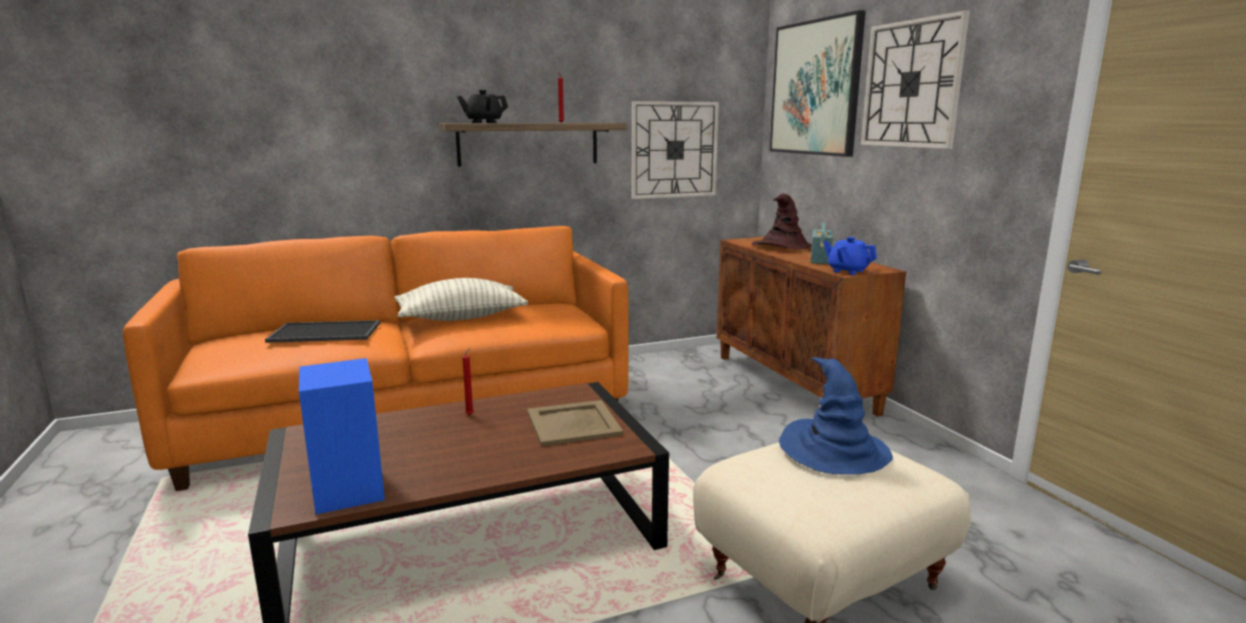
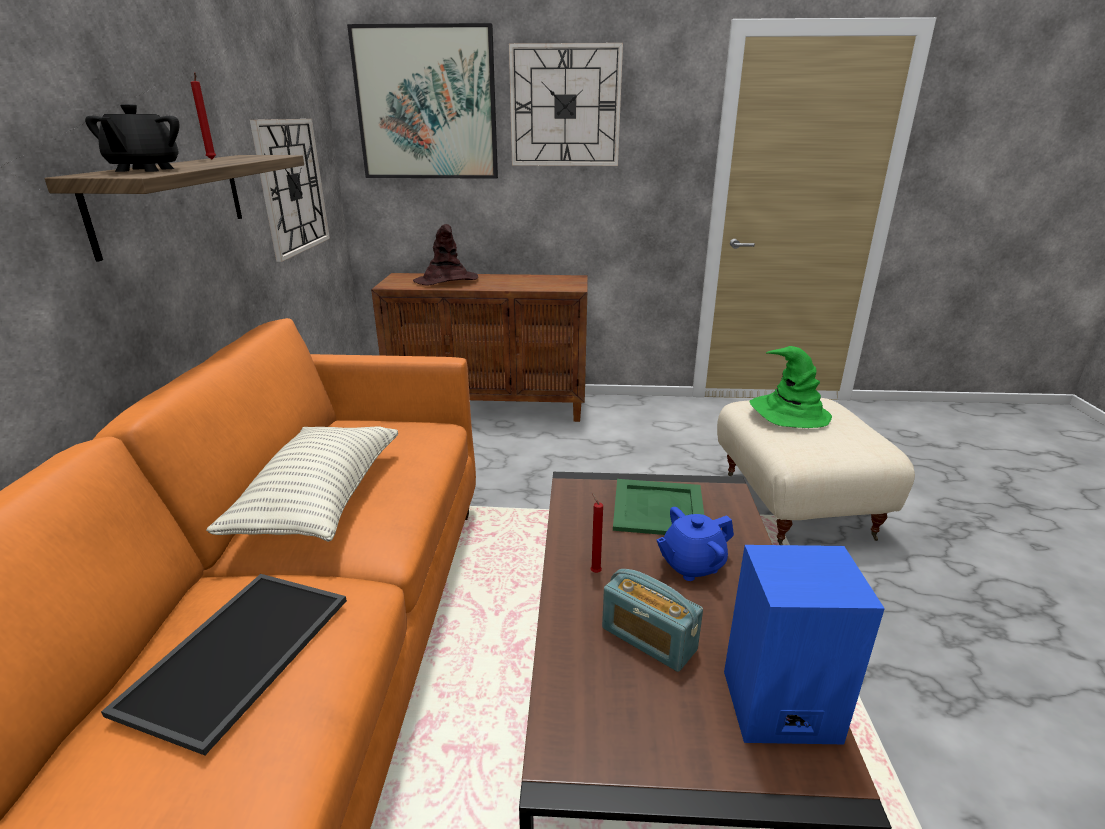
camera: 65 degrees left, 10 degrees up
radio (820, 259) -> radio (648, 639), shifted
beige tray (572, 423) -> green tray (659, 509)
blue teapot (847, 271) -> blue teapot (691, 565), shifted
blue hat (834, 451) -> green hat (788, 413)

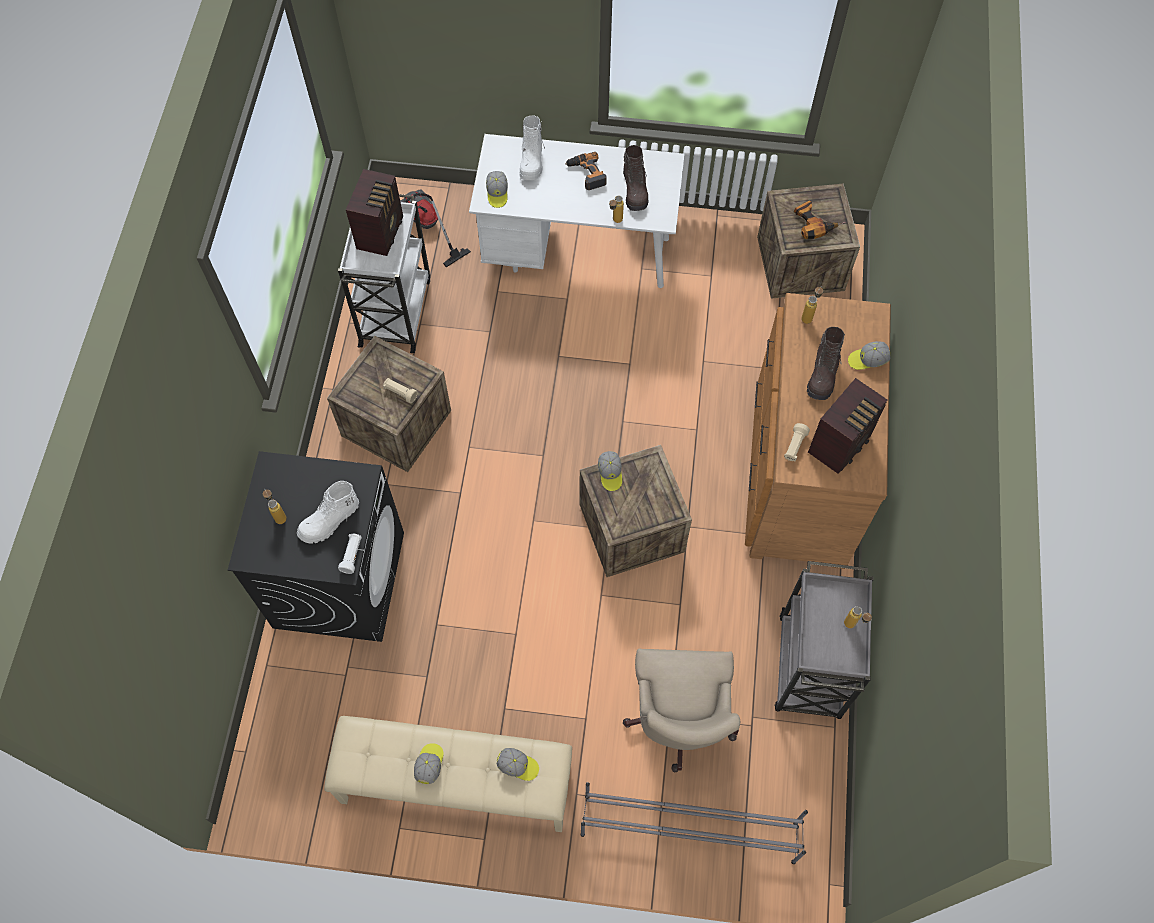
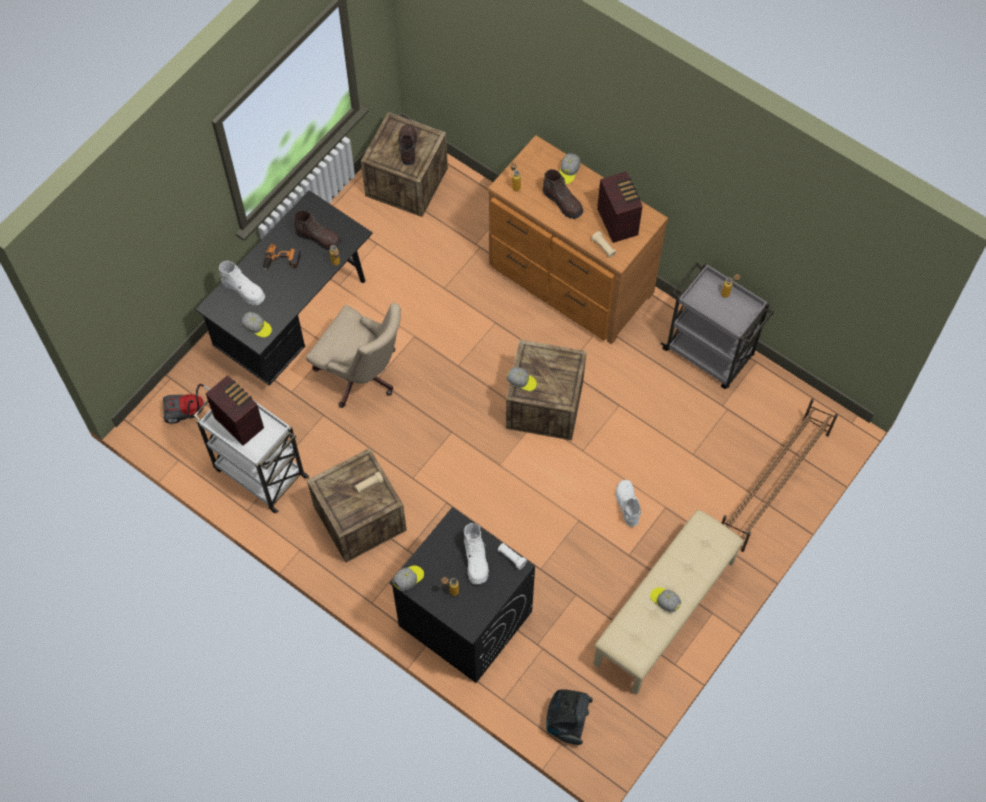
camera: 60 degrees left, 0 degrees up
white desk (578, 252) -> black desk (295, 319)
beige office chair (679, 722) -> beige office chair (362, 375), shifted
cap (518, 766) -> cap (408, 579), shifted
power drill (814, 222) -> brown boot (407, 148)
none -> vacuum cleaner (567, 721)
none -> white boot (627, 505)
grey shoe rack (688, 828) -> brown shoe rack (773, 484)

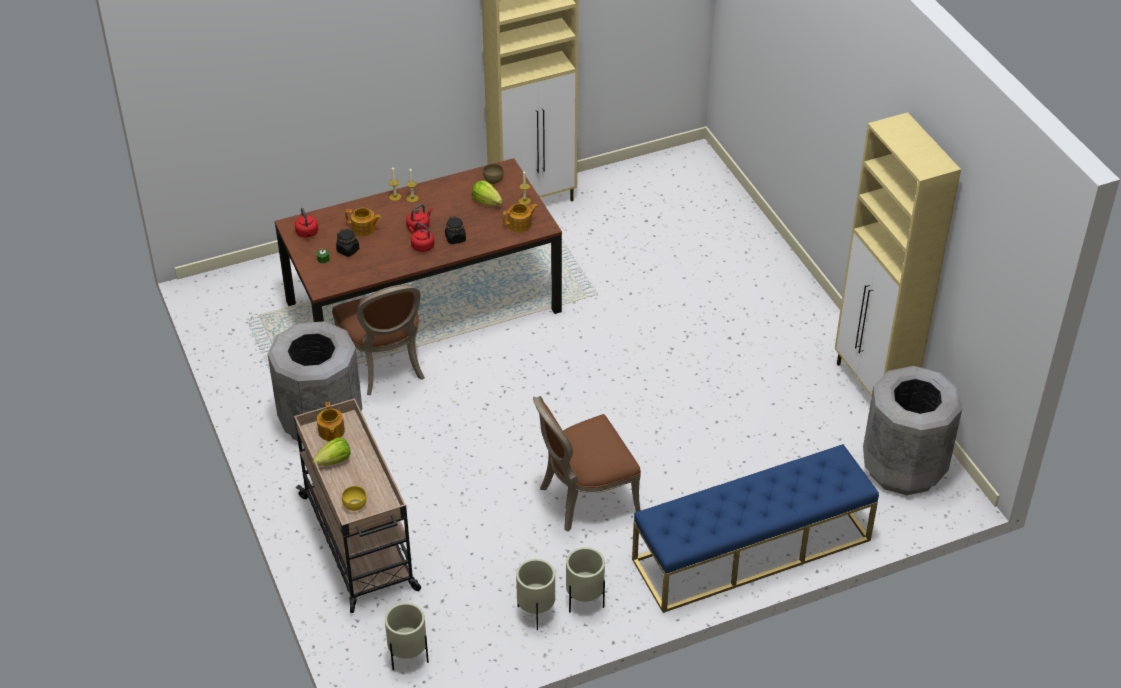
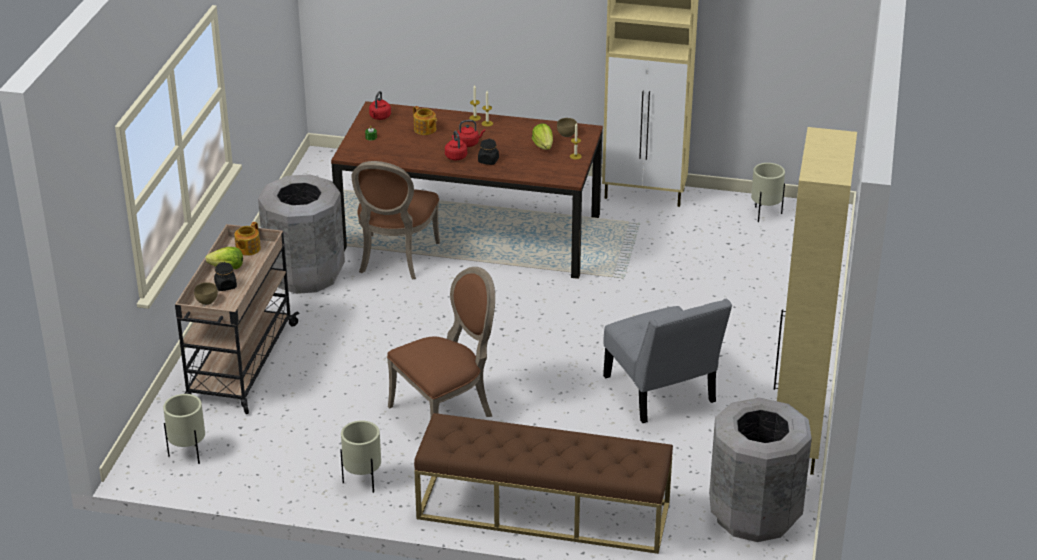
camera: 35 degrees right, 10 degrees down
yellow bowl (354, 505) -> brown bowl (206, 301)
black jar (348, 250) -> black jar (226, 286), shifted
brown chair (584, 498) -> brown chair (446, 412), 135 degrees clockwise
blue bench (751, 550) -> brown bench (543, 511)
none -> grey chair (661, 393)
beige planter (535, 613) -> beige planter (765, 214), shifted
teapot (520, 225) -> none

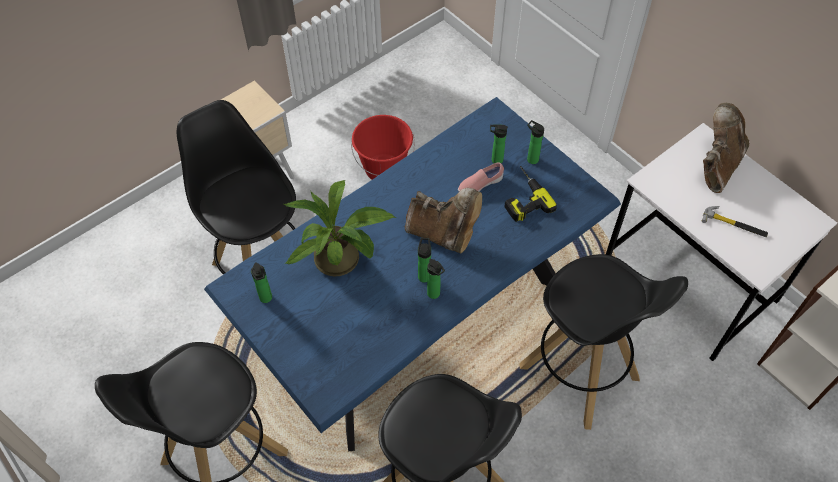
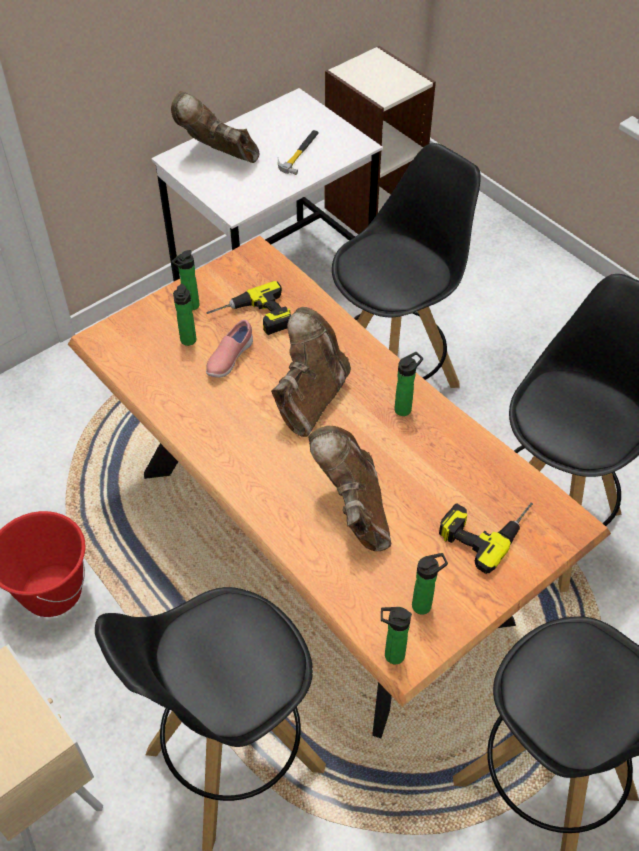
camera: 90 degrees left, 5 degrees down
blue dining table (419, 319) -> brown dining table (319, 546)
pink shoe (479, 185) -> pink shoe (229, 359), 60 degrees clockwise
potted plant (342, 260) -> brown boot (354, 511)
bottle (424, 275) -> bottle (391, 655), shifted
none -> power drill (485, 527)

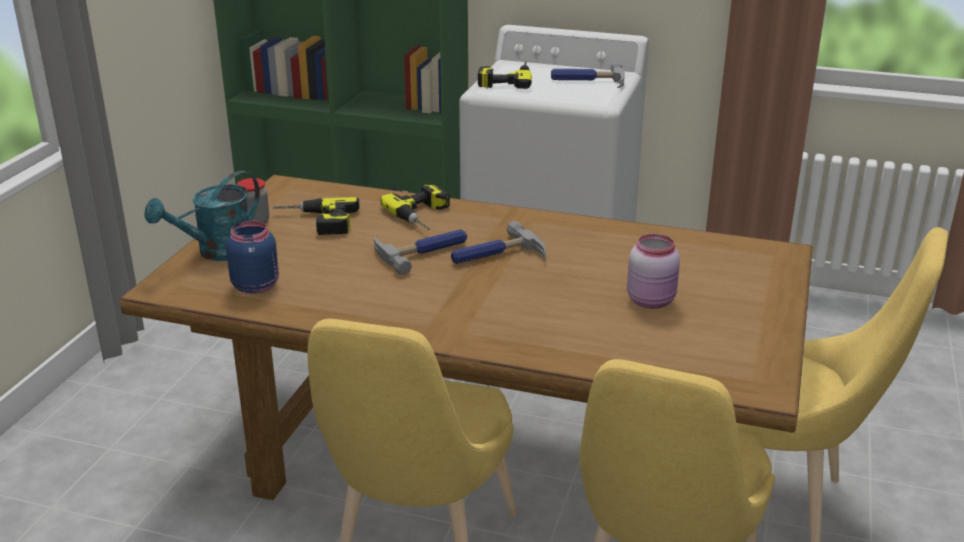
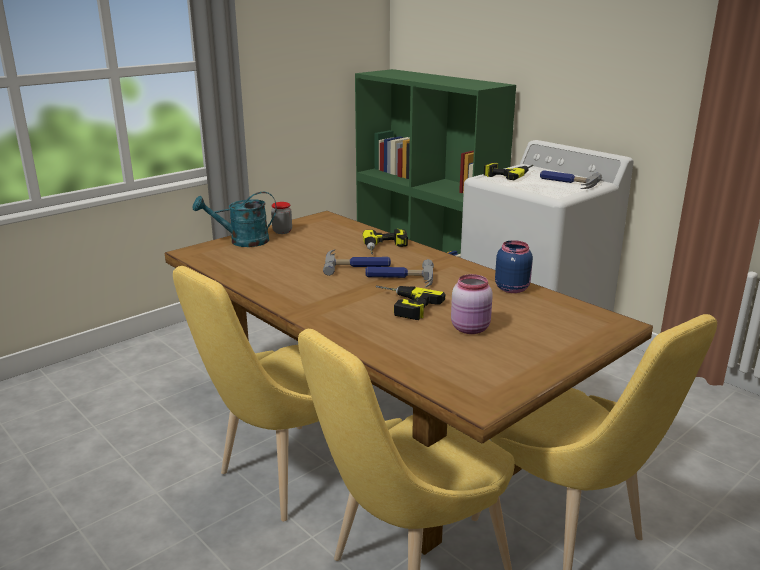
camera: 30 degrees right, 5 degrees down
power drill (315, 222) -> power drill (401, 305), shifted
blue jar (256, 286) -> blue jar (512, 288), shifted

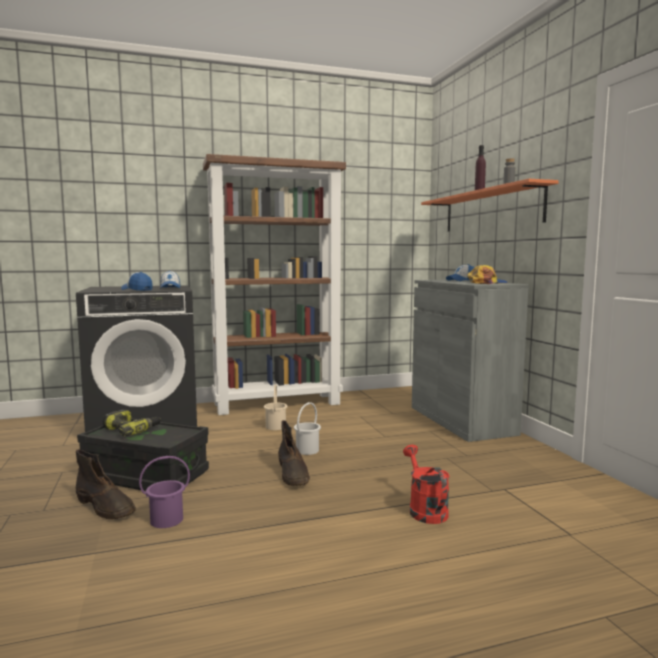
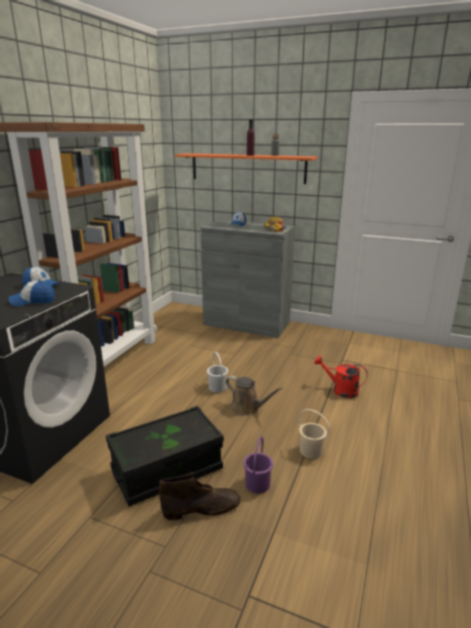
camera: 50 degrees left, 15 degrees up
brown boot (293, 474) -> brown watering can (247, 408)
beige bucket (276, 426) -> beige bucket (311, 450), shifted
power drill (132, 430) -> none

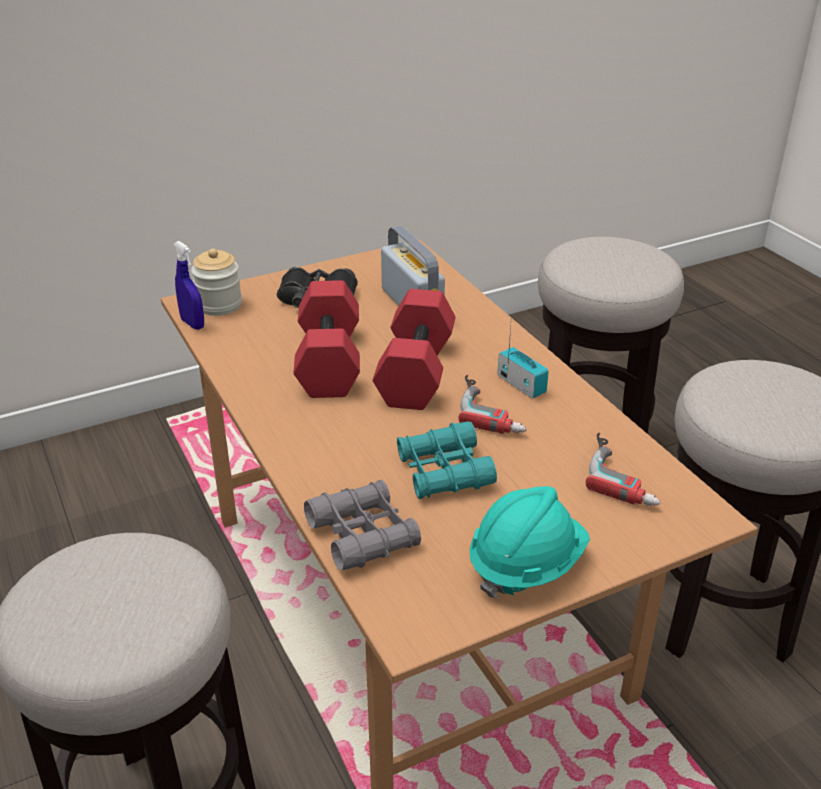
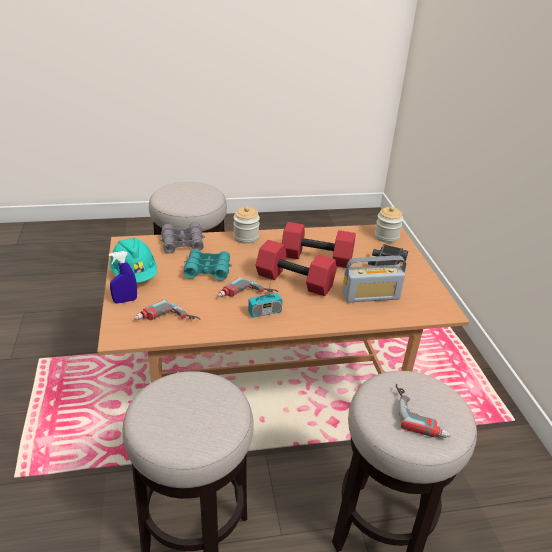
camera: 105 degrees right, 0 degrees up
blue spray bottle (192, 324) -> blue spray bottle (125, 301), shifted
none -> jar (246, 237)
none -> power drill (420, 414)

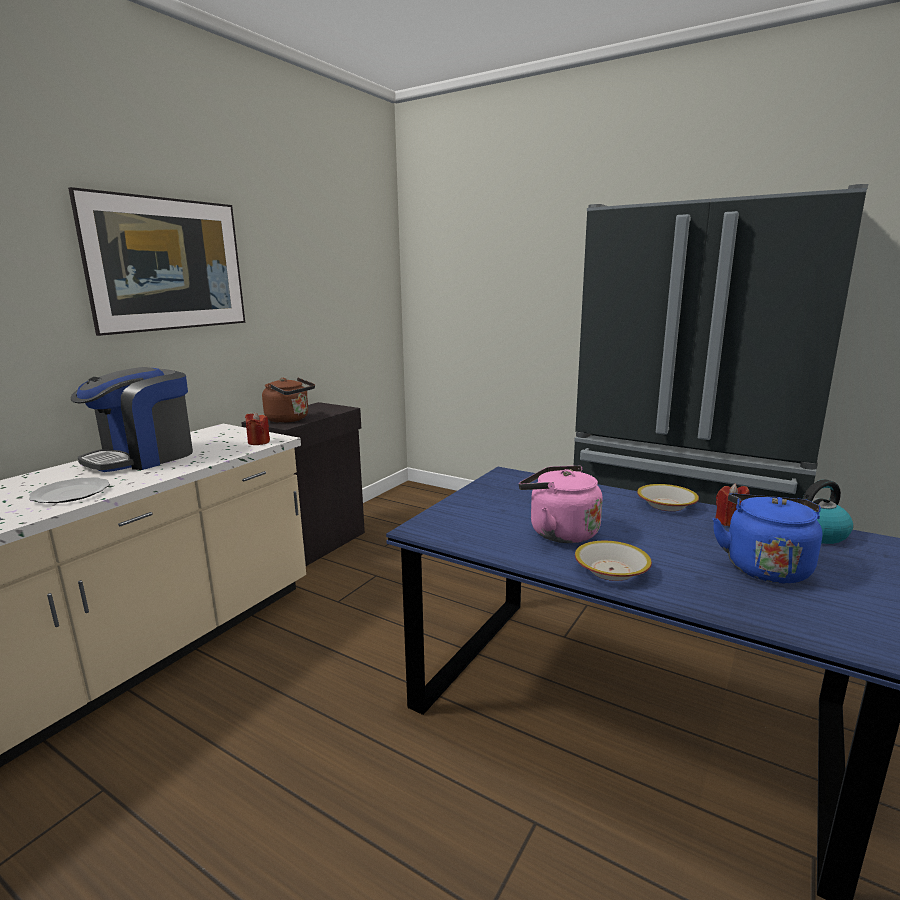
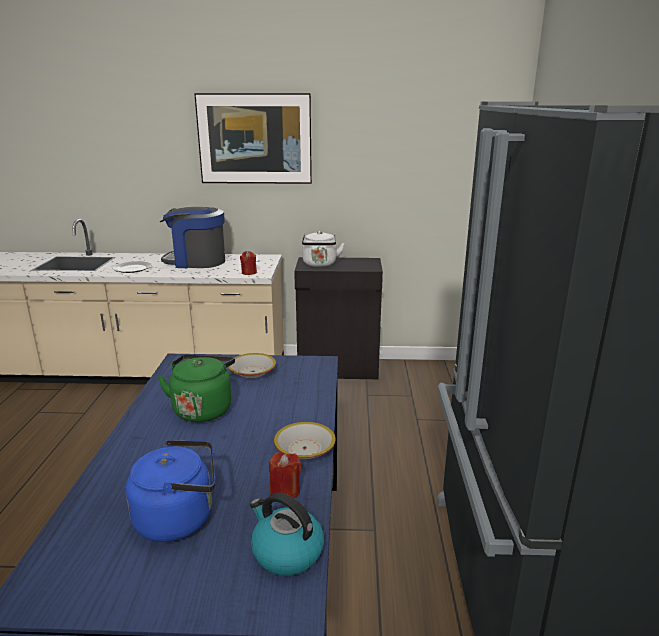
camera: 60 degrees right, 5 degrees up
pink kettle (559, 532) -> green kettle (203, 408)
bowl (611, 570) -> bowl (252, 372), shifted
brown kettle (290, 419) -> white kettle (320, 264)

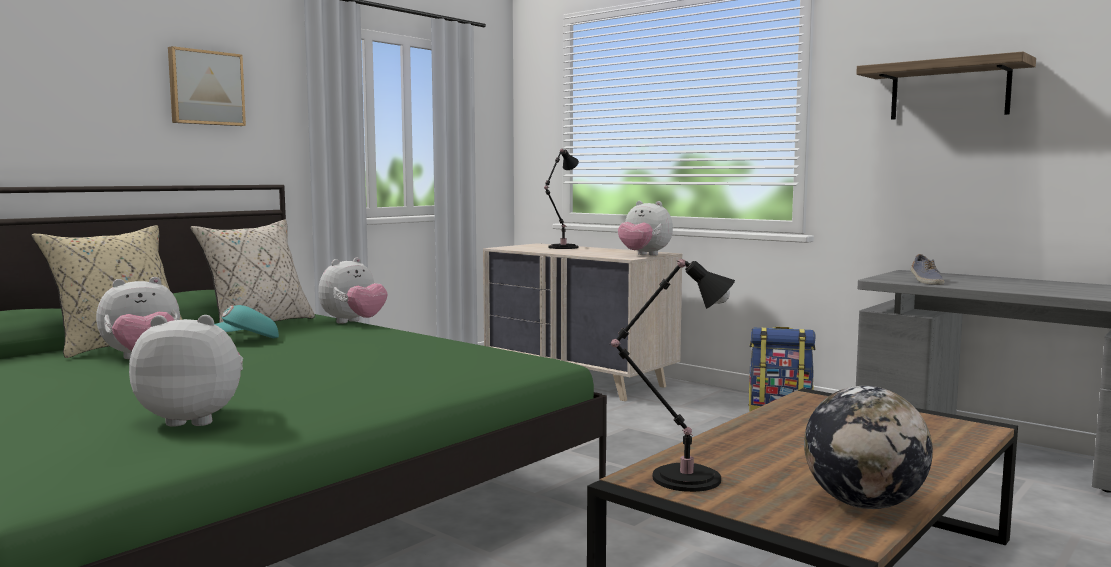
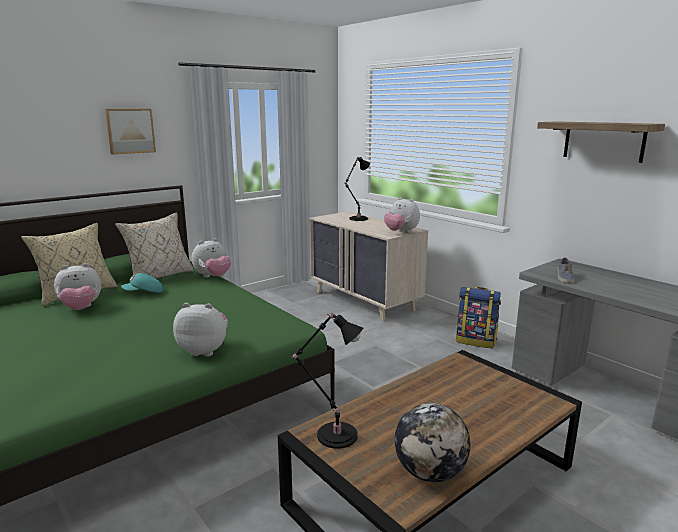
camera: 10 degrees right, 10 degrees up
plush toy (194, 419) -> plush toy (204, 351), shifted

